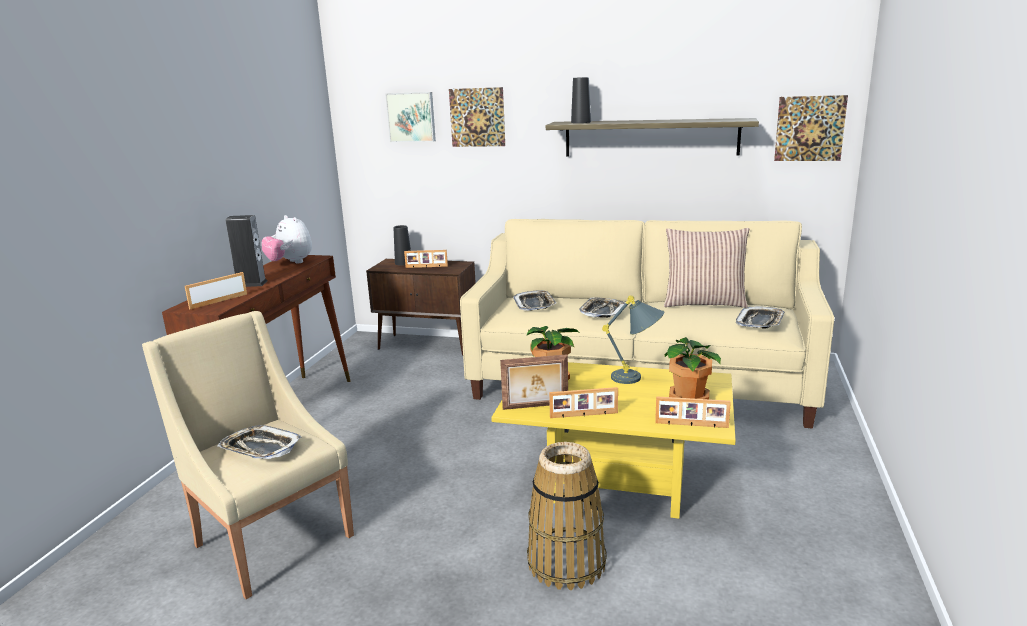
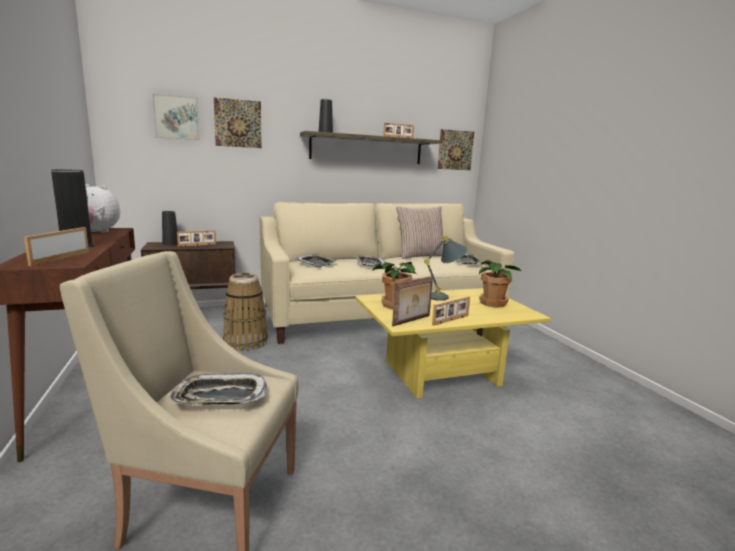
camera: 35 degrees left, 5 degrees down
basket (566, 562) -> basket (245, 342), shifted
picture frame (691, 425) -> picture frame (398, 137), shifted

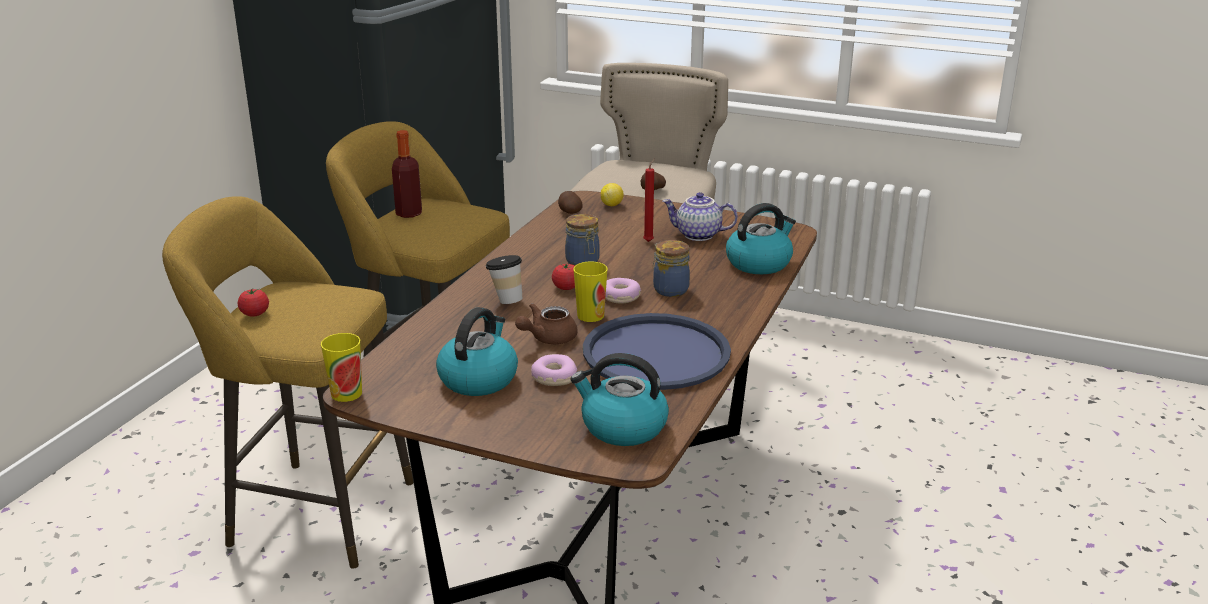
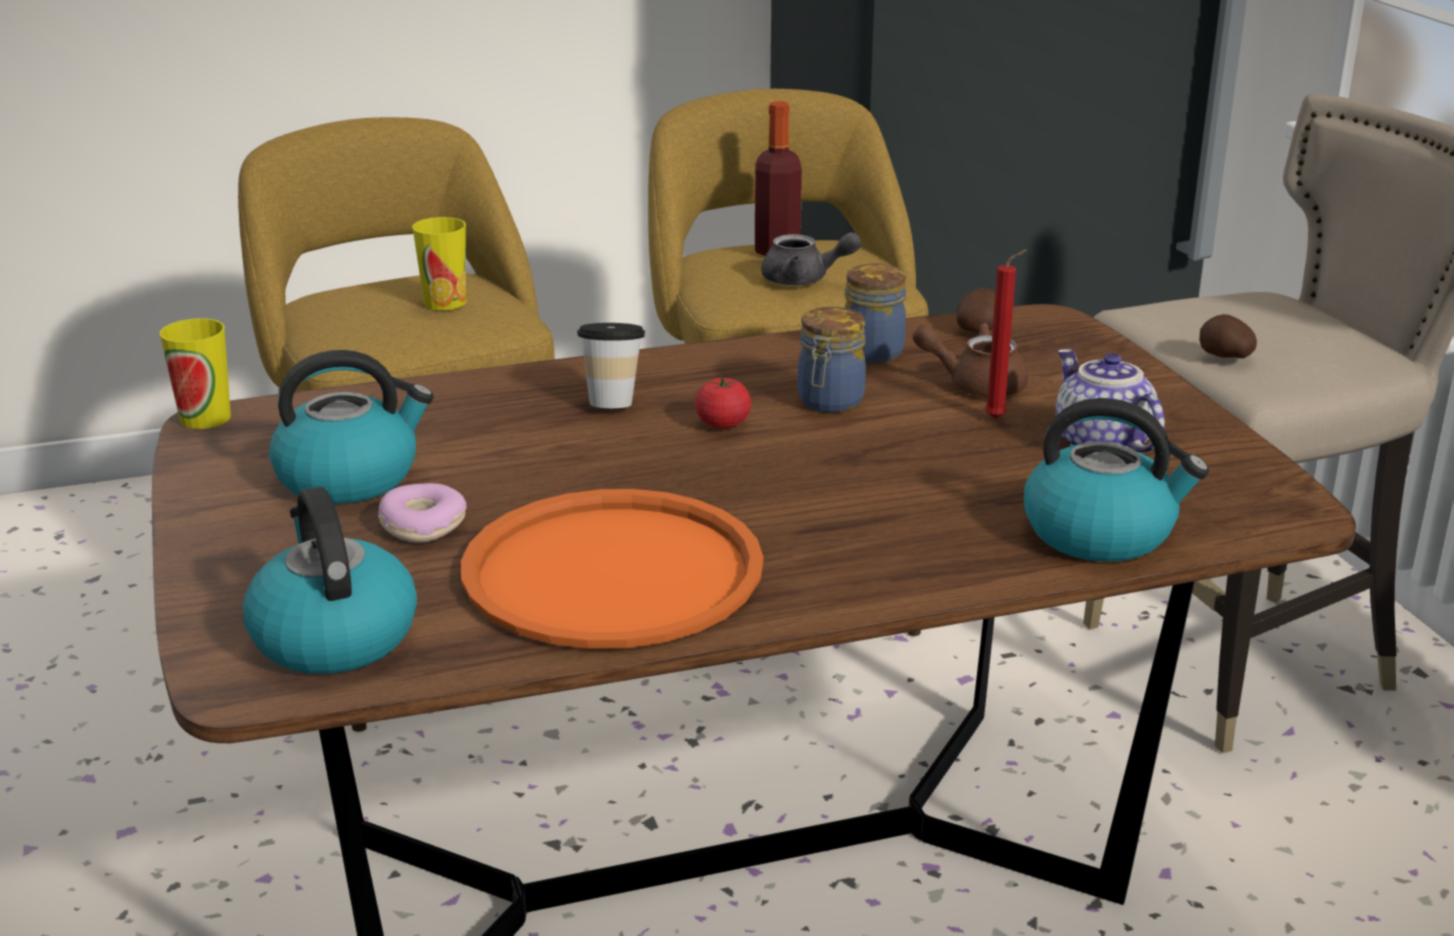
camera: 50 degrees right, 0 degrees up
cup (590, 315) -> cup (445, 302), shifted
blue tray (656, 353) -> orange tray (613, 571)
none -> grey teapot (804, 280)
jar (669, 289) -> jar (872, 351), shifted
brown teapot (547, 338) -> brown teapot (975, 384), shifted
tomato (255, 313) -> none
lemon (612, 205) -> none
donut (620, 297) -> none

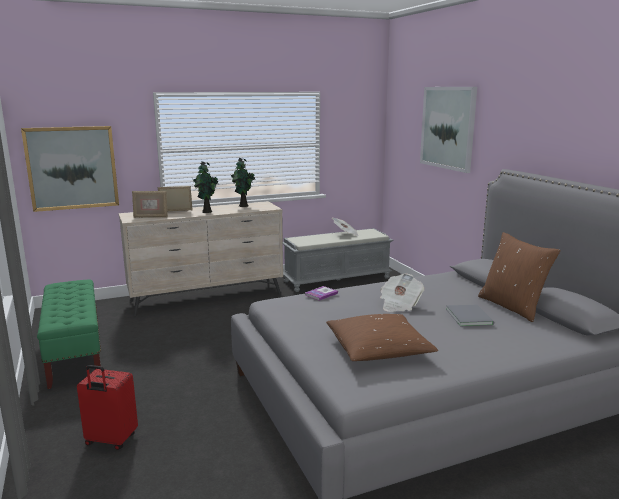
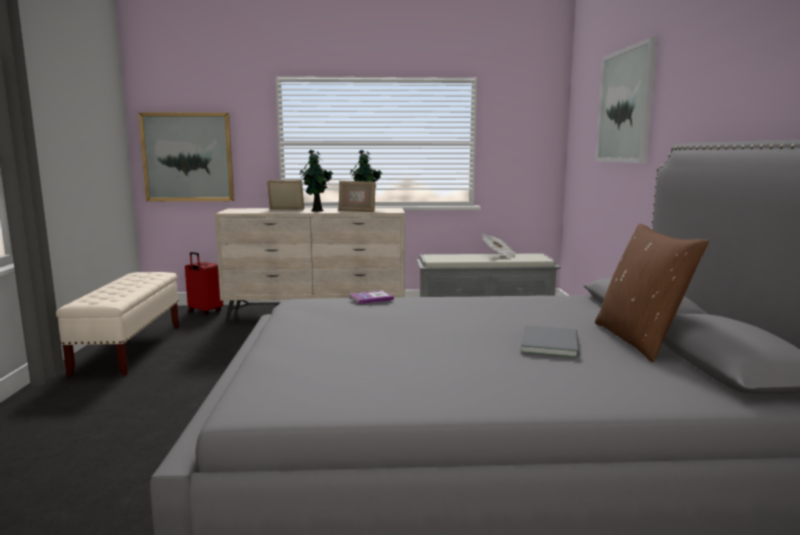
camera: 20 degrees right, 5 degrees down
green bench (75, 354) -> beige bench (130, 349)
red suitcase (110, 440) -> red suitcase (204, 311), shifted
picture frame (151, 217) -> picture frame (357, 211), shifted
brown pillow (378, 349) -> none
newspaper (399, 304) -> none

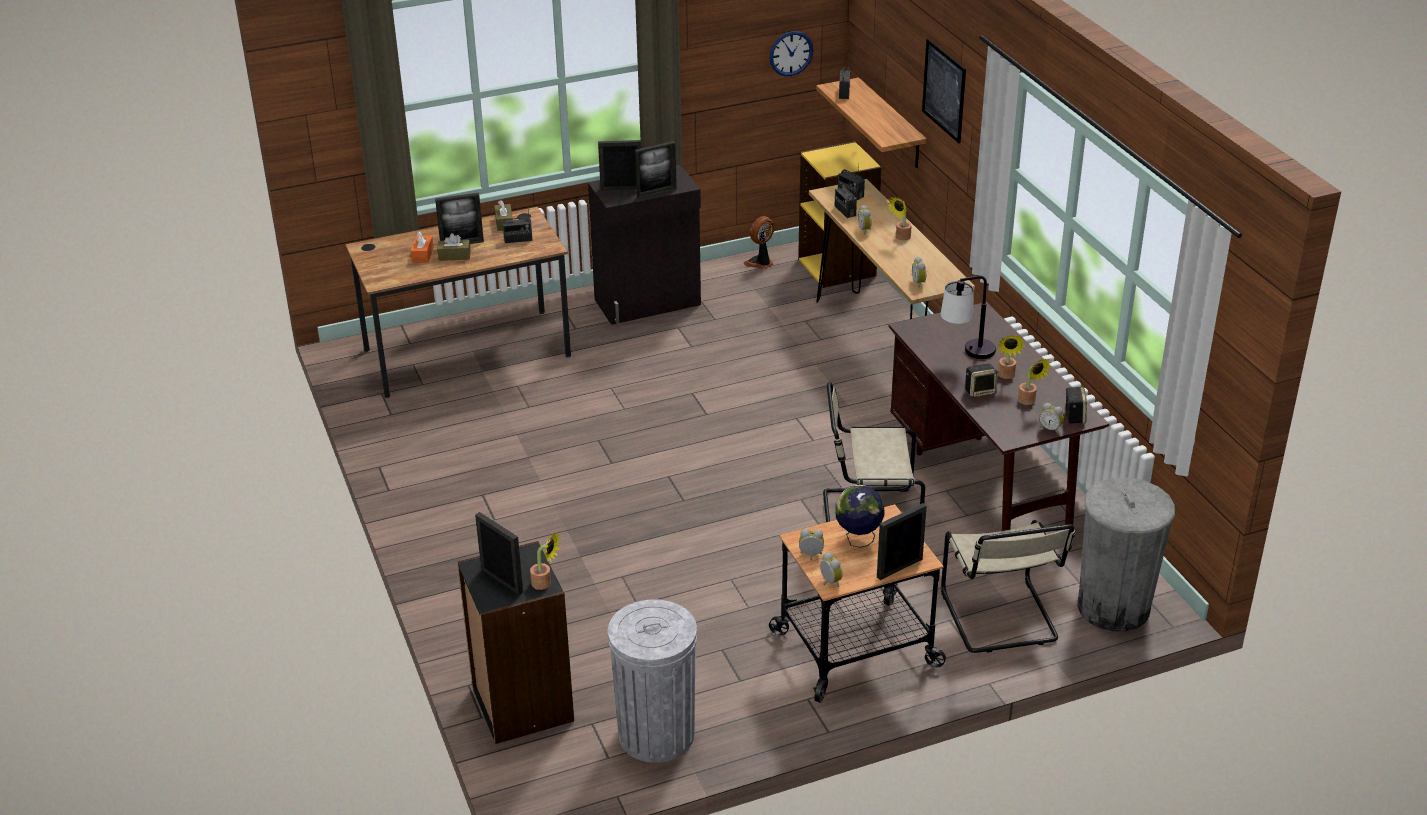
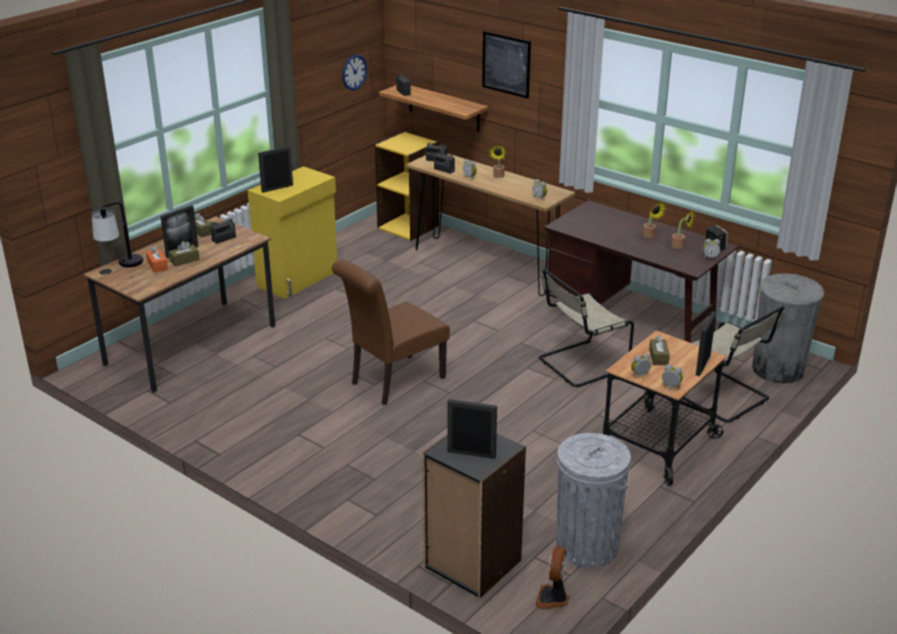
camera: 30 degrees left, 5 degrees down
table lamp (967, 354) -> table lamp (121, 266), shifted
black cabinet (649, 303) -> yellow cabinet (299, 279)
none -> brown chair (393, 382)
fan (760, 263) -> fan (553, 598), shifted
globe (858, 540) -> brown tissue box (658, 357)
potted plant (545, 584) -> none
picture frame (656, 193) -> none
speaker (980, 391) -> none

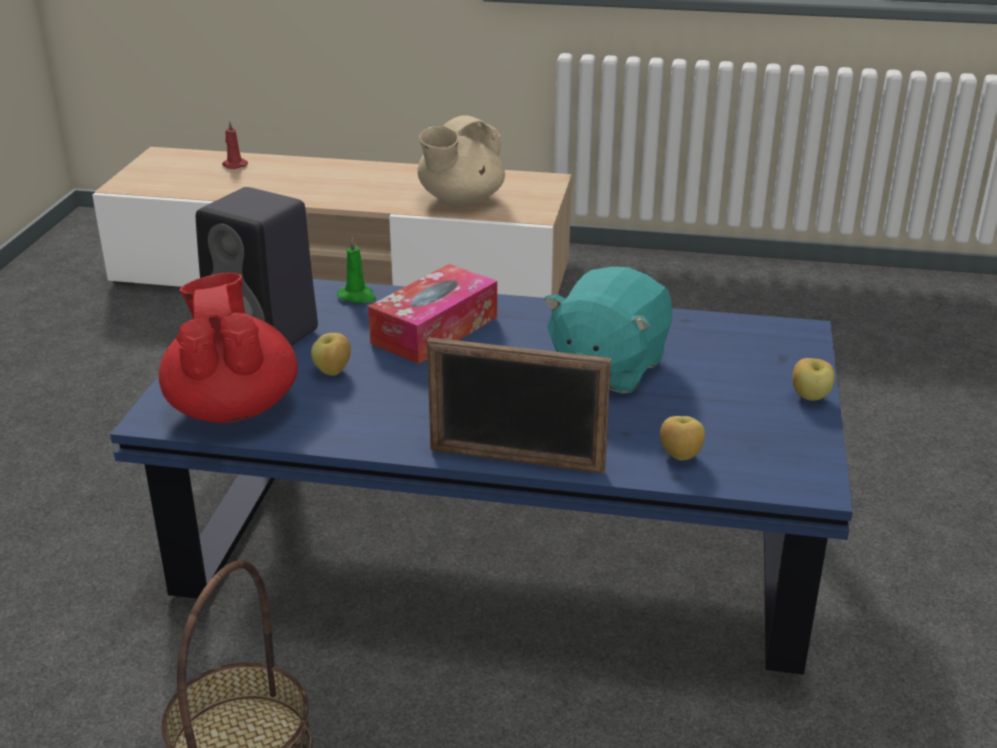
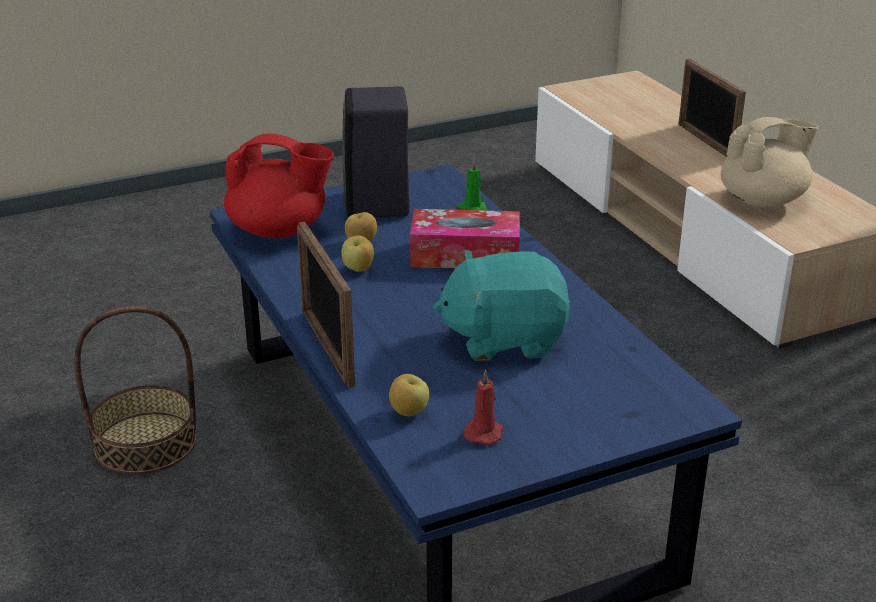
camera: 55 degrees right, 0 degrees up
red teapot (233, 407) -> red teapot (279, 230), 60 degrees clockwise
apple (810, 397) -> apple (358, 269), shifted
red candle (234, 165) -> red candle (484, 432), shifted
none -> picture frame (706, 142)
beige teapot (460, 200) -> beige teapot (763, 200), 150 degrees clockwise

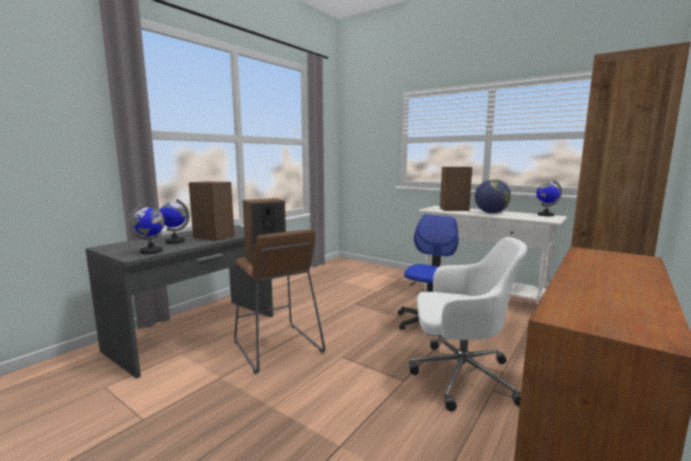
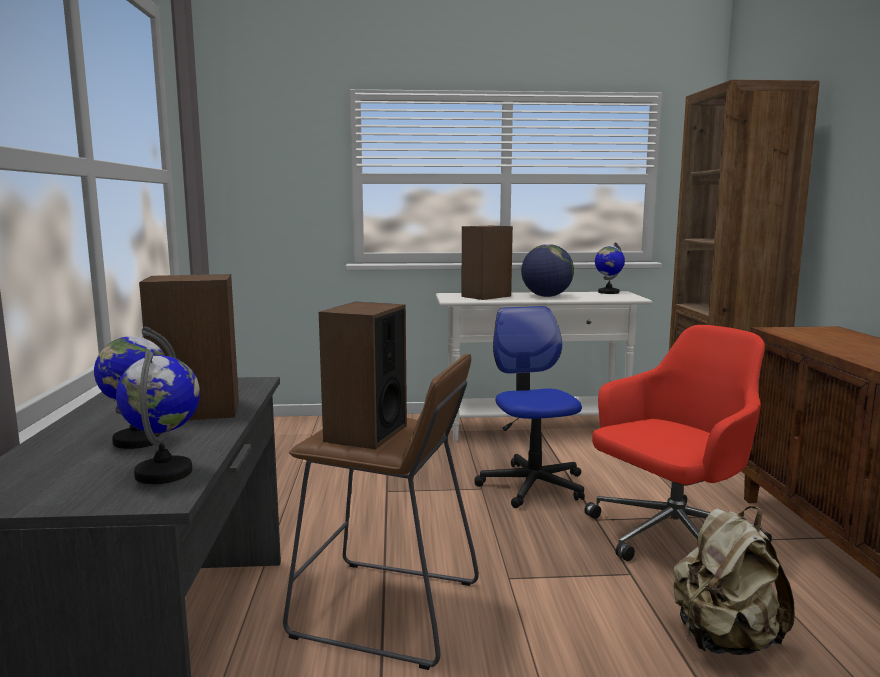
camera: 40 degrees left, 0 degrees up
white office chair (459, 375) -> red office chair (670, 539)
none -> beige backpack (724, 640)

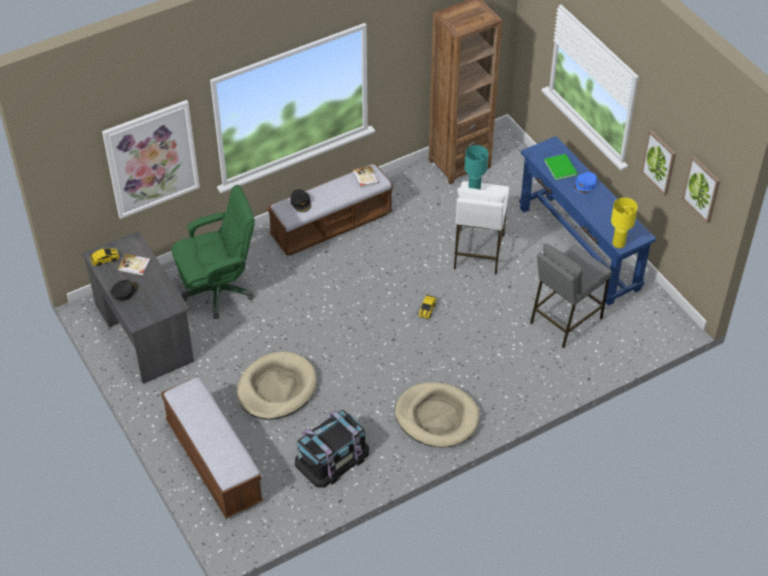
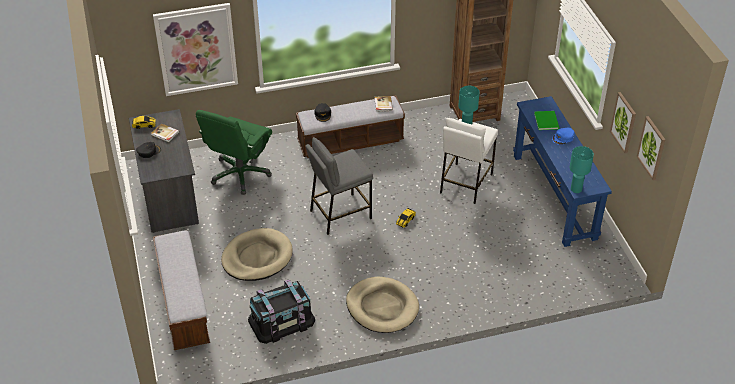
camera: 15 degrees right, 5 degrees down
green office chair (219, 291) -> green office chair (240, 174), 120 degrees clockwise
grey stool (565, 320) -> grey stool (340, 214), shifted
yellow table lamp (618, 244) -> turquoise table lamp (576, 189)

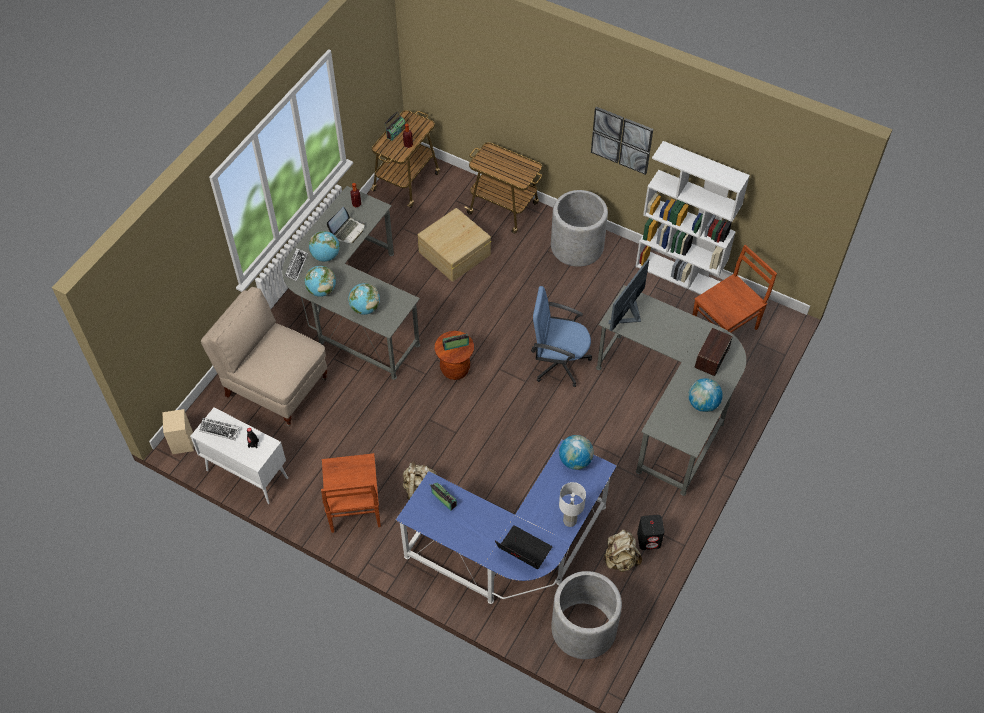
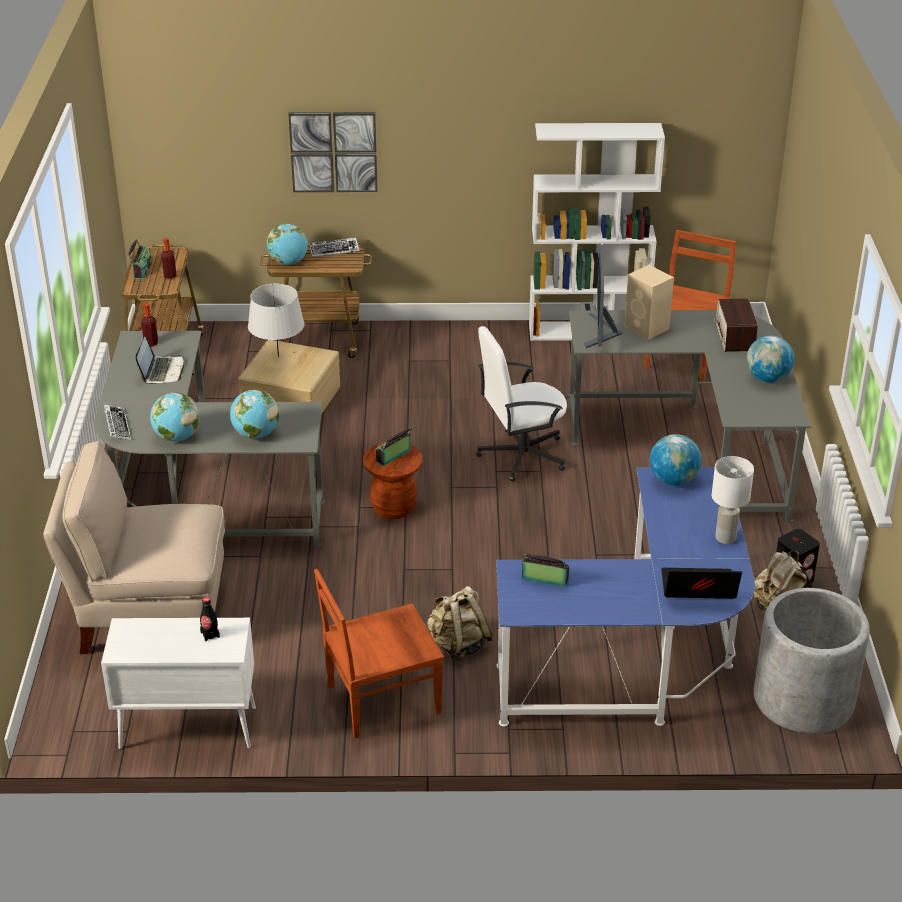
camera: 30 degrees left, 20 degrees down
none -> grey table lamp (278, 356)
globe (326, 256) -> globe (288, 262), shifted
picture (621, 140) -> picture (333, 151), shifted
keyboard (219, 430) -> keyboard (334, 250), shifted
brown chair (354, 506) -> brown chair (380, 700), 105 degrees clockwise
blue office chair (558, 362) -> white office chair (521, 455)
beige speaker (182, 443) -> beige speaker (647, 328), shifted
grey planter (577, 246) -> none

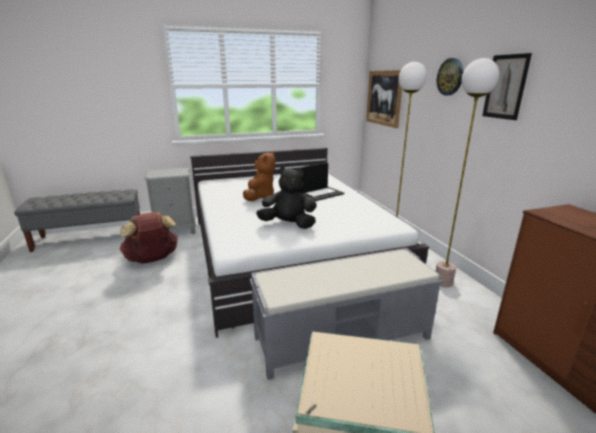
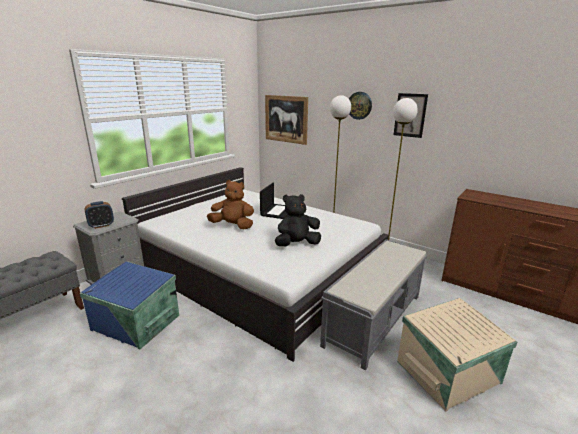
camera: 35 degrees left, 0 degrees up
brown backpack (152, 259) -> blue storage box (136, 323)
none -> alarm clock (101, 225)
brown plush toy (260, 197) -> brown plush toy (233, 226), 60 degrees counterclockwise

